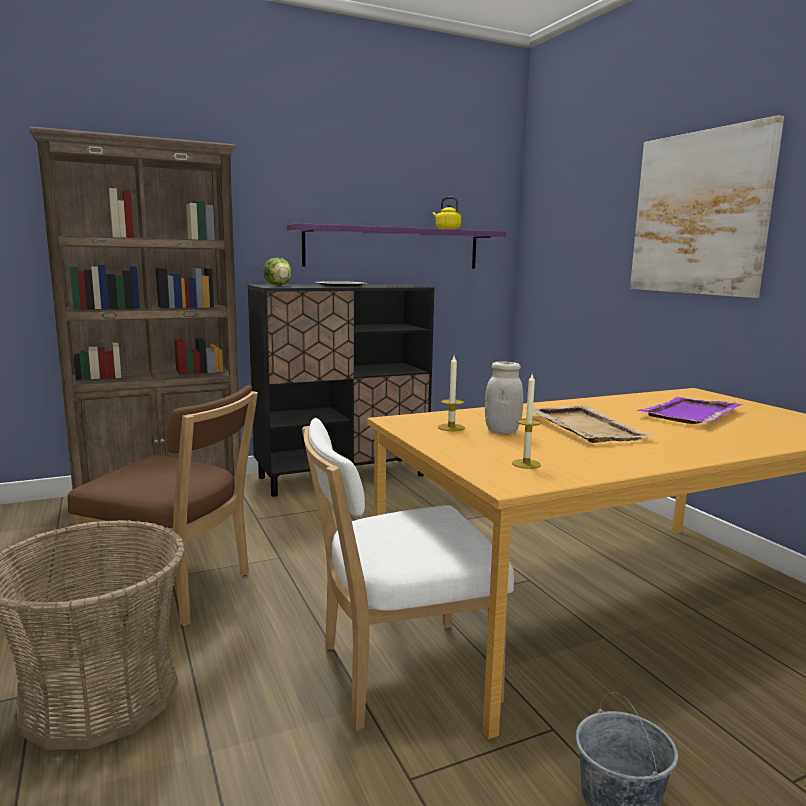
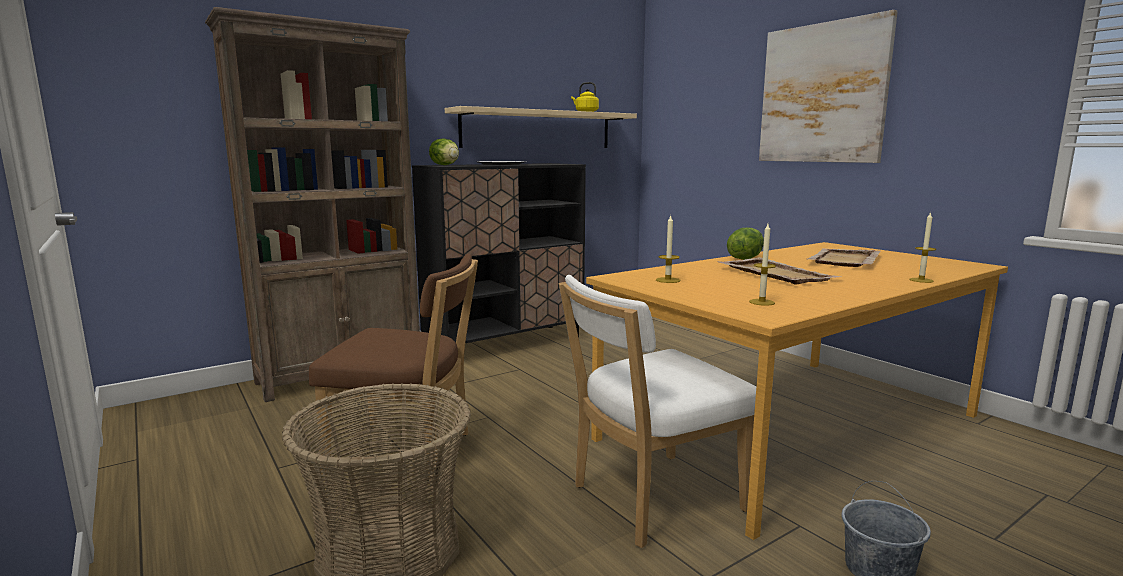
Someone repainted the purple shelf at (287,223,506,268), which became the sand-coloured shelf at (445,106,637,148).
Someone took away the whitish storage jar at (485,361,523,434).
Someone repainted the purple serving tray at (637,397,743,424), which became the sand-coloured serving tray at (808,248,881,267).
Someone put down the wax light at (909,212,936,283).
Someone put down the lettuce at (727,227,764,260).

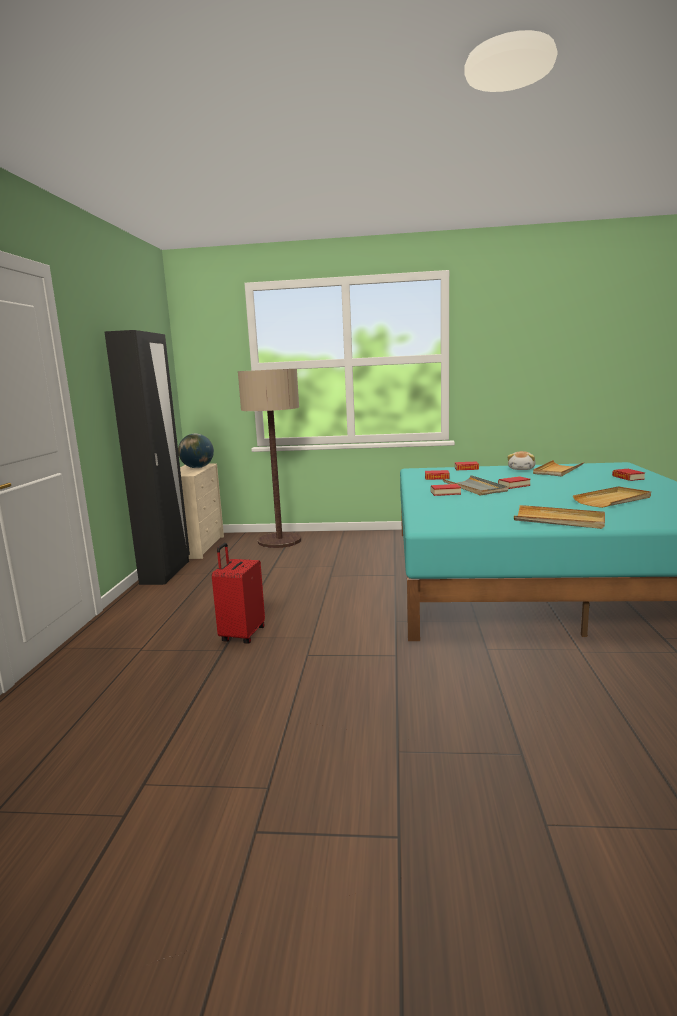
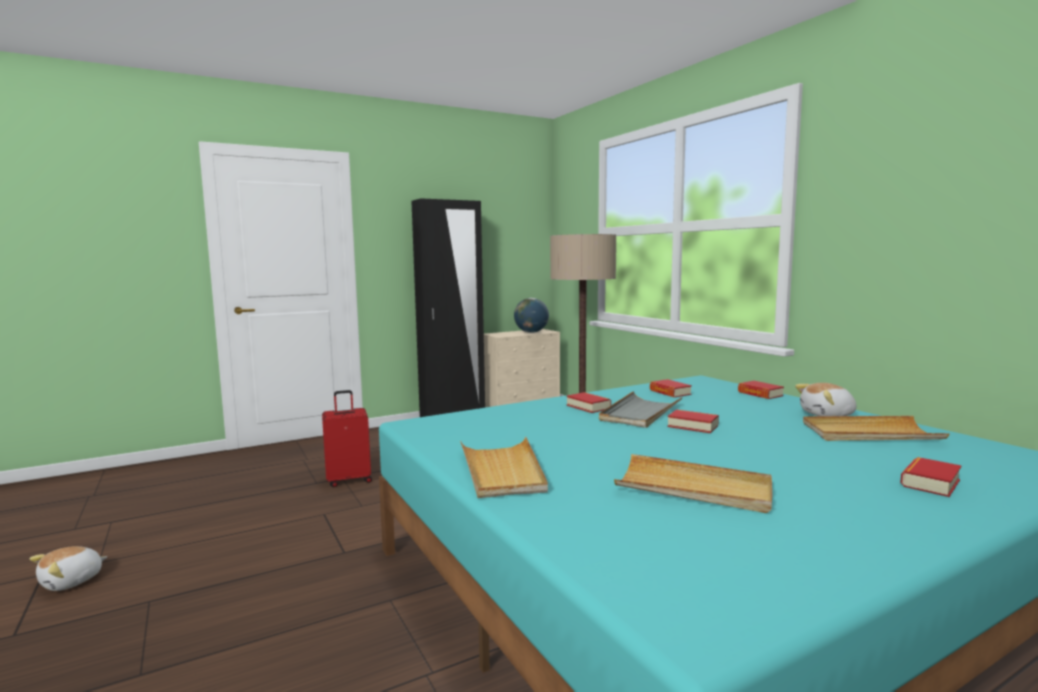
Someone put down the cuddly toy at (30,546,107,591).

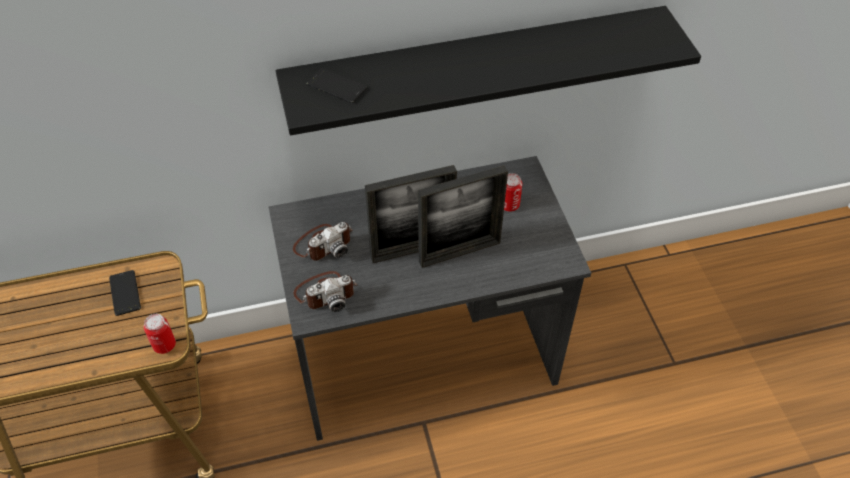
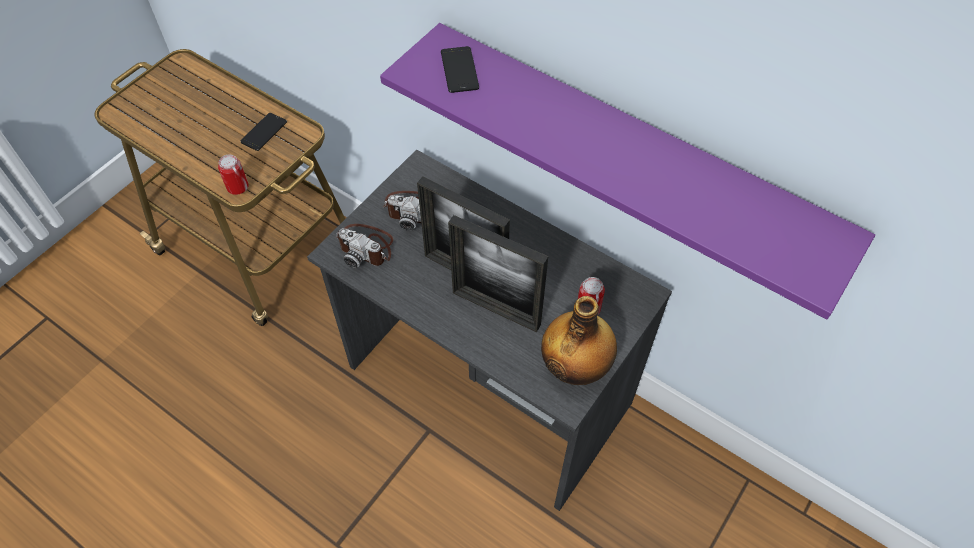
Someone repainted the black-coloured shelf at (276,6,701,135), which became the purple shelf at (380,23,875,319).
Someone put down the bottle at (541,296,617,385).

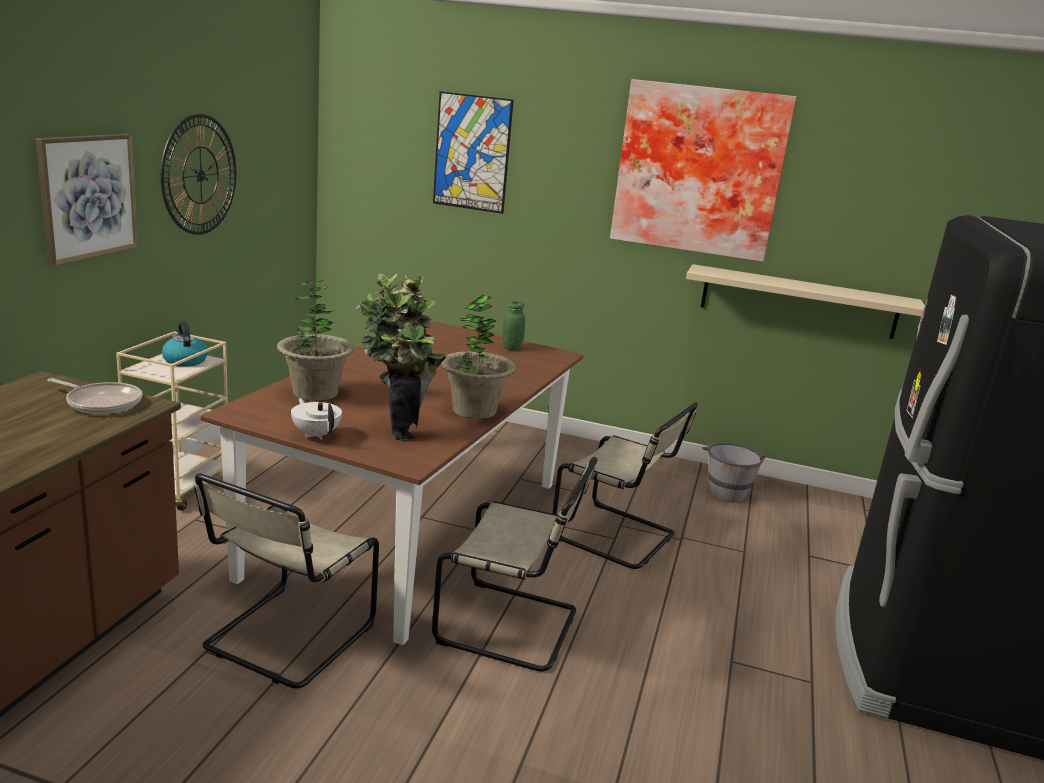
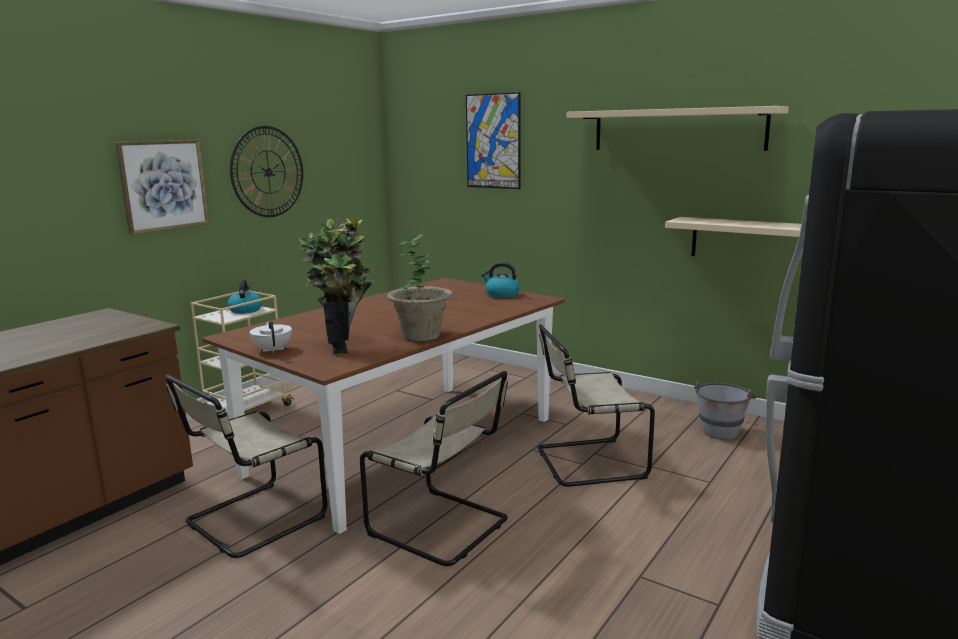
Someone swapped the wall picture at (610,79,796,262) for the sand-coloured shelf at (567,106,789,151).
Someone took away the plant in a pot at (277,280,355,401).
Someone swapped the green-coloured storage jar at (502,301,525,350) for the kettle at (481,262,520,298).
Someone took away the skillet at (47,378,142,414).
Someone rotated the sand-coloured plain chair at (552,402,698,569) by 120 degrees clockwise.

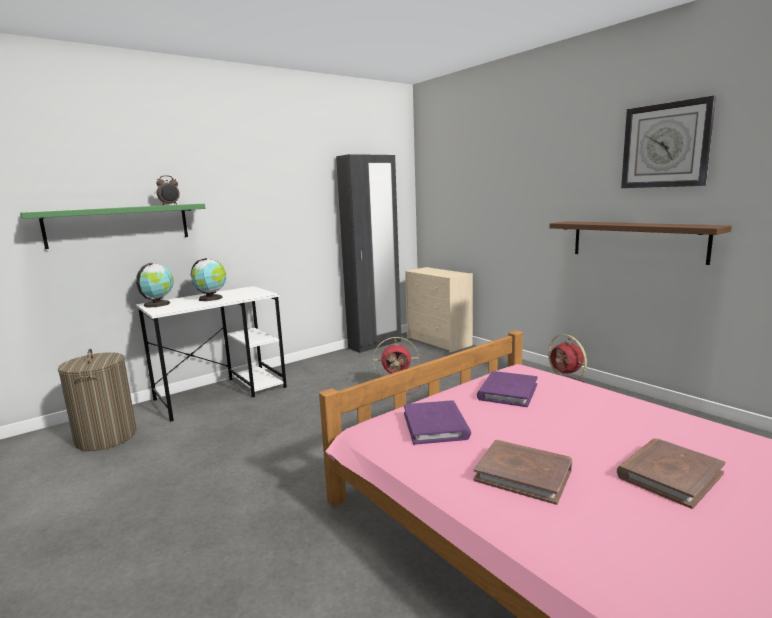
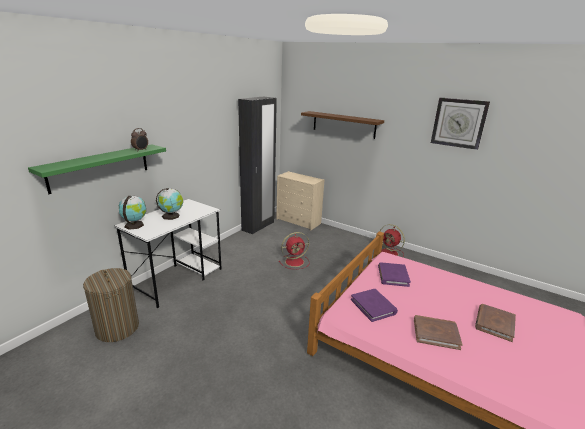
Someone carried the brown-coloured shelf from (549,221,732,265) to (301,111,384,139).

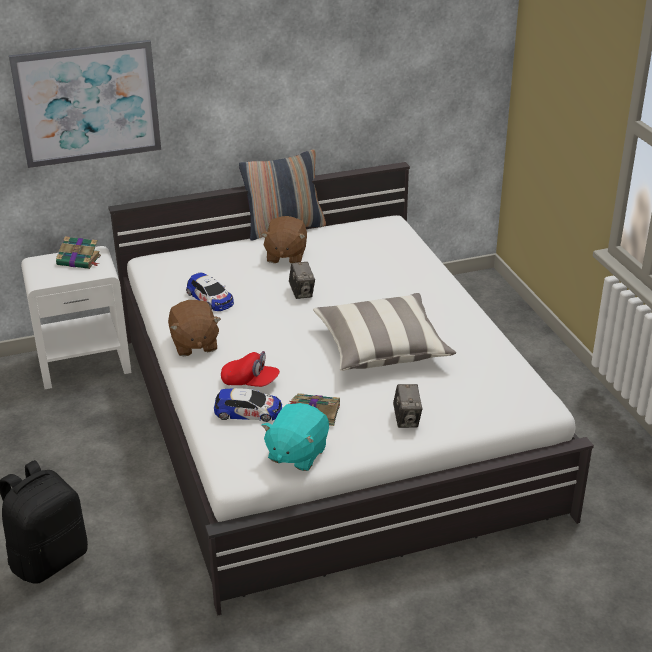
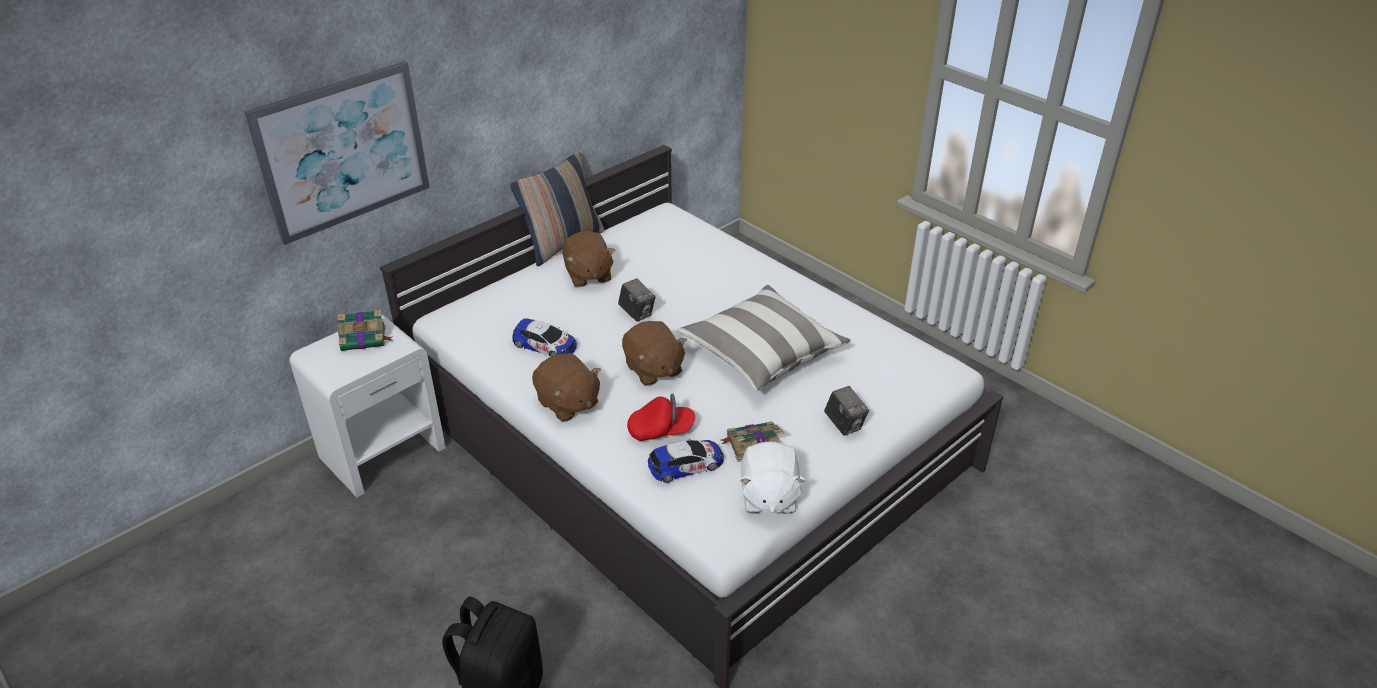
Someone repainted the turquoise cuddly toy at (261,403,329,471), which became the whitish cuddly toy at (740,441,806,514).
Someone put down the brown-coloured cuddly toy at (622,321,687,386).

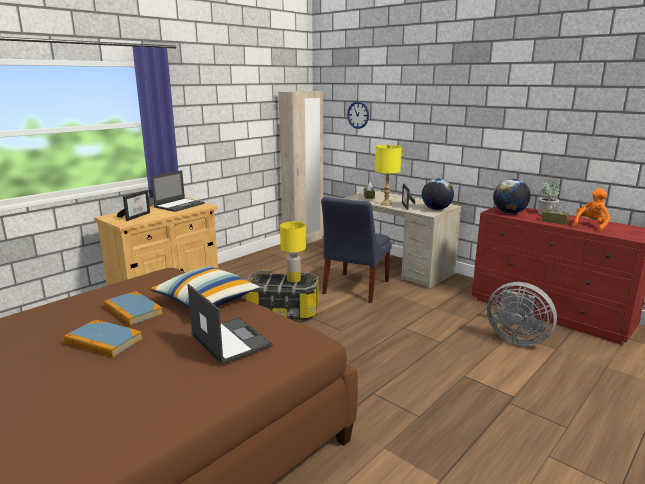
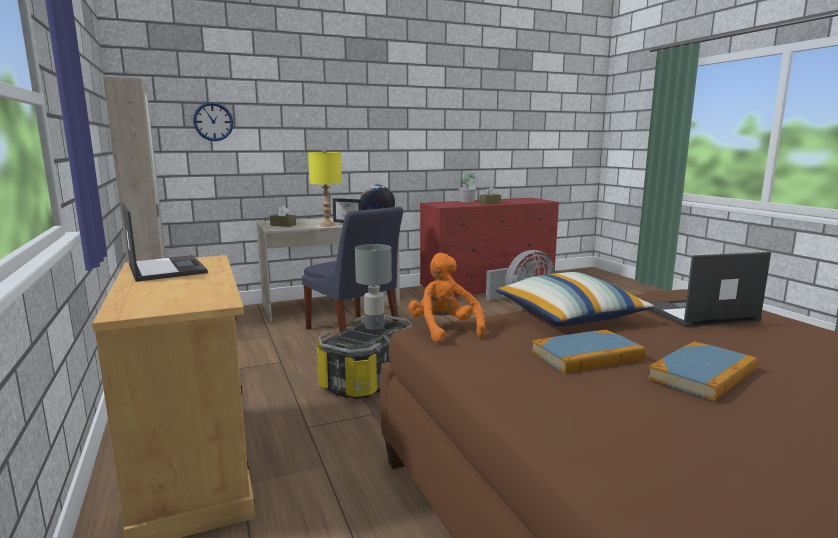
Someone took away the world globe at (493,179,531,214).
Someone carried the orange-coloured cuddly toy from (573,188,610,233) to (408,253,485,342).
Someone took away the photo frame at (117,190,150,221).
Someone repainted the yellow lamp for a table at (280,222,306,283), which became the greyish lamp for a table at (355,244,392,330).

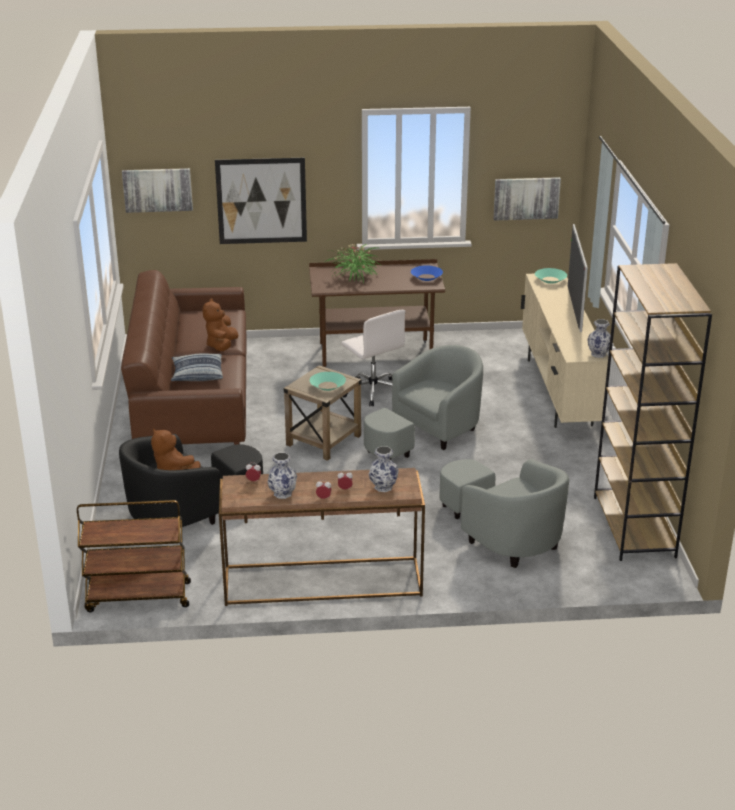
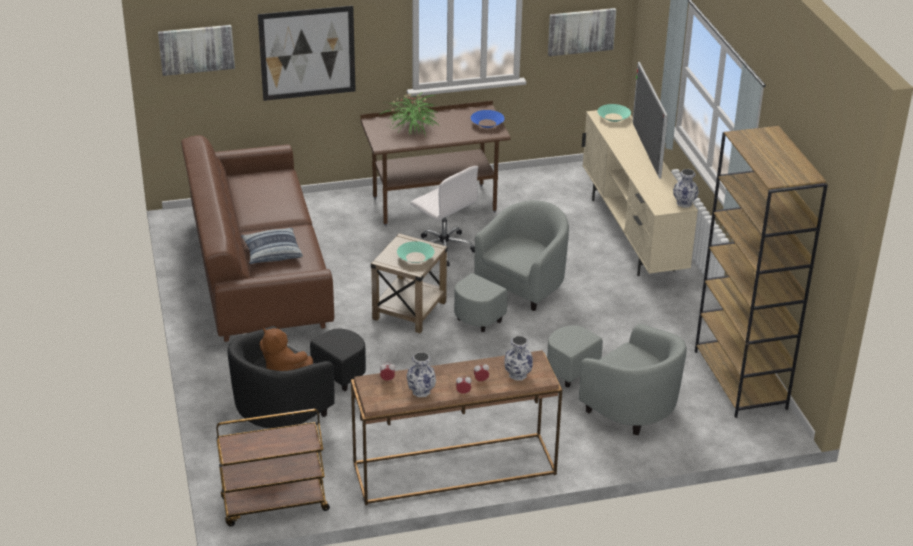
Someone took away the brown-coloured cuddly toy at (202,299,238,351).

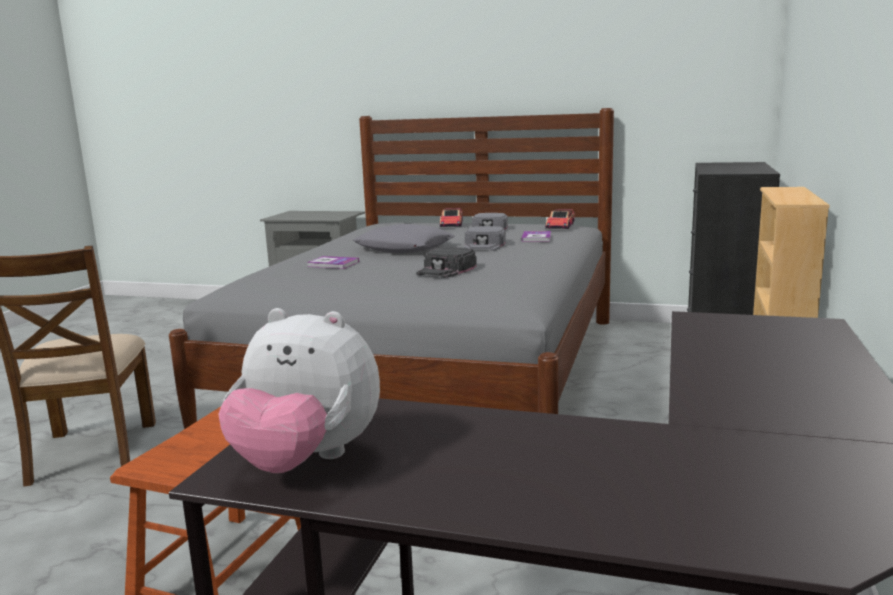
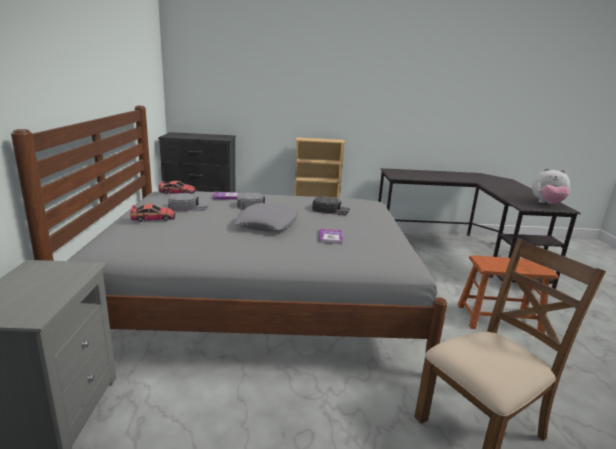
Someone rotated the cuddly toy at (219,308,380,473) by 105 degrees clockwise.

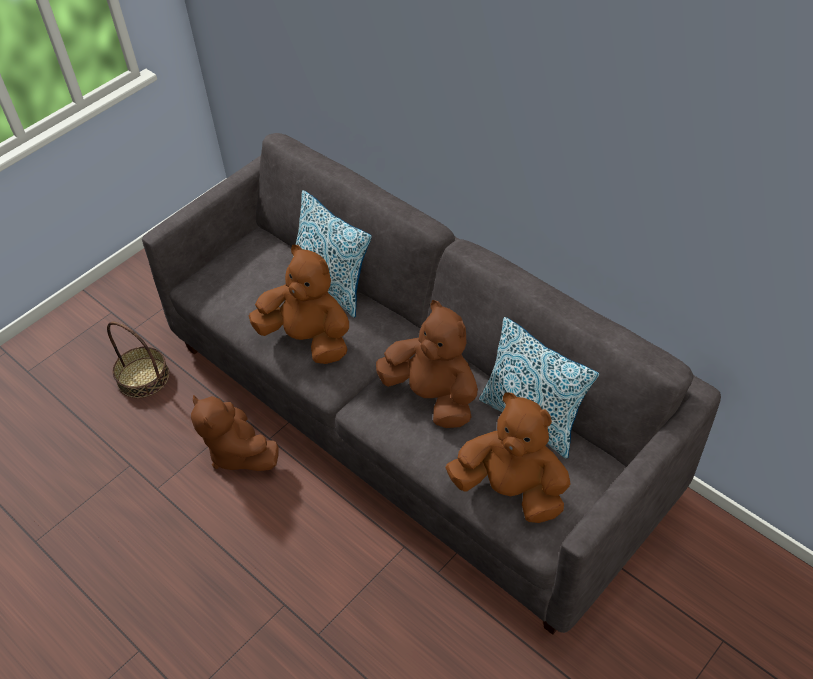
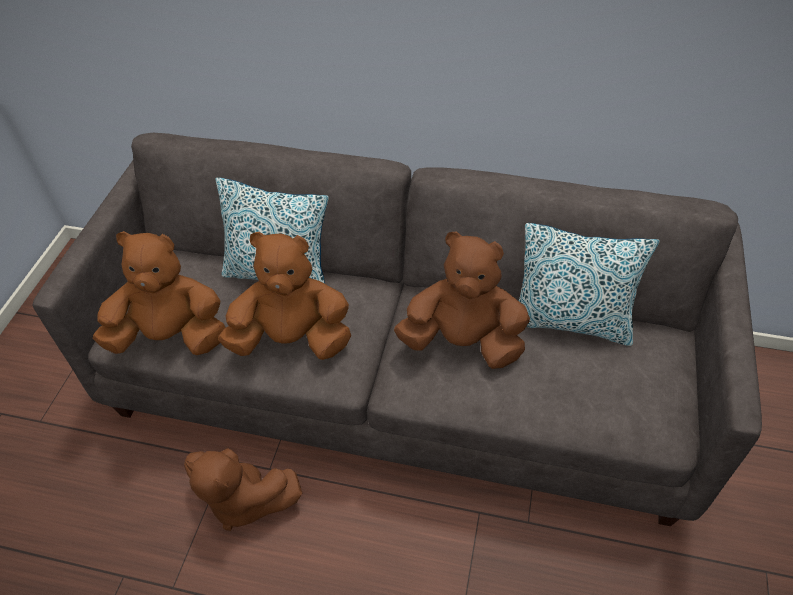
Someone took away the household basket at (107,322,169,398).
Someone carried the brown-coloured cuddly toy from (445,392,571,523) to (93,231,225,355).

